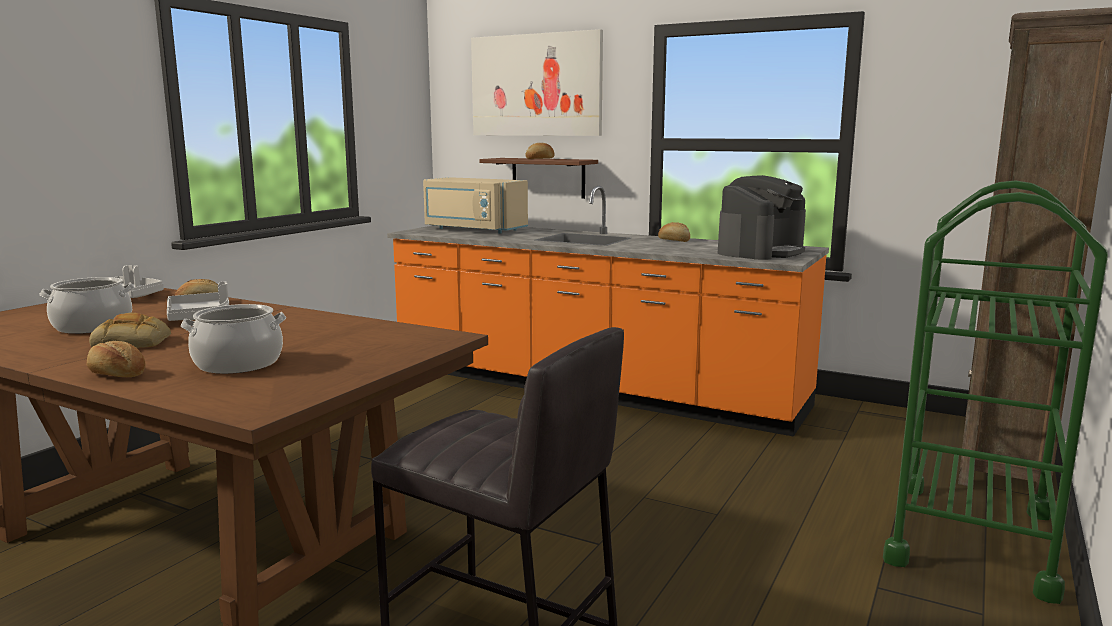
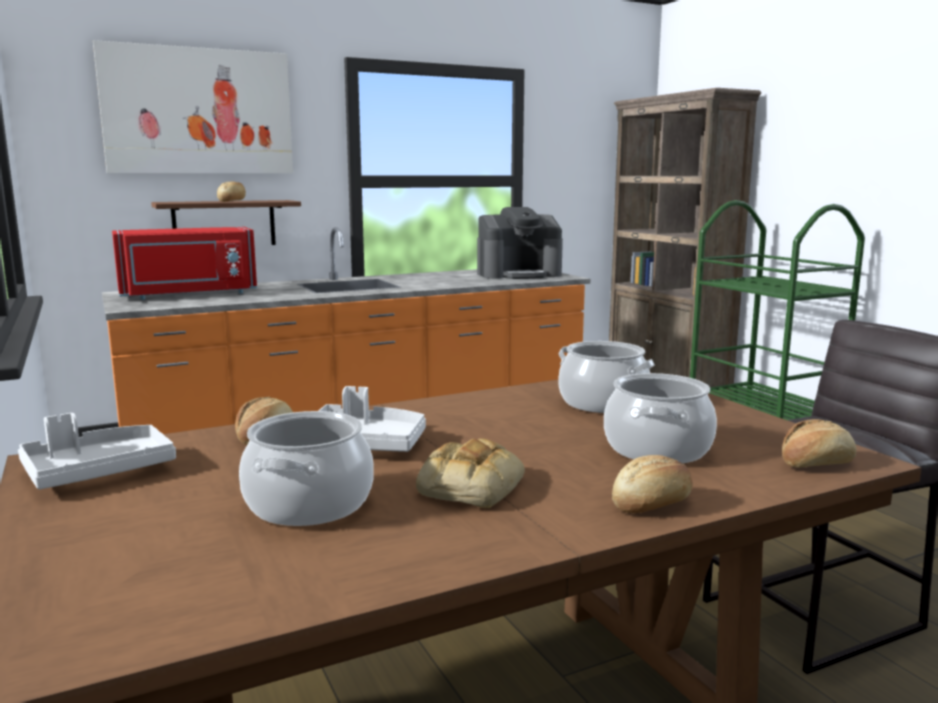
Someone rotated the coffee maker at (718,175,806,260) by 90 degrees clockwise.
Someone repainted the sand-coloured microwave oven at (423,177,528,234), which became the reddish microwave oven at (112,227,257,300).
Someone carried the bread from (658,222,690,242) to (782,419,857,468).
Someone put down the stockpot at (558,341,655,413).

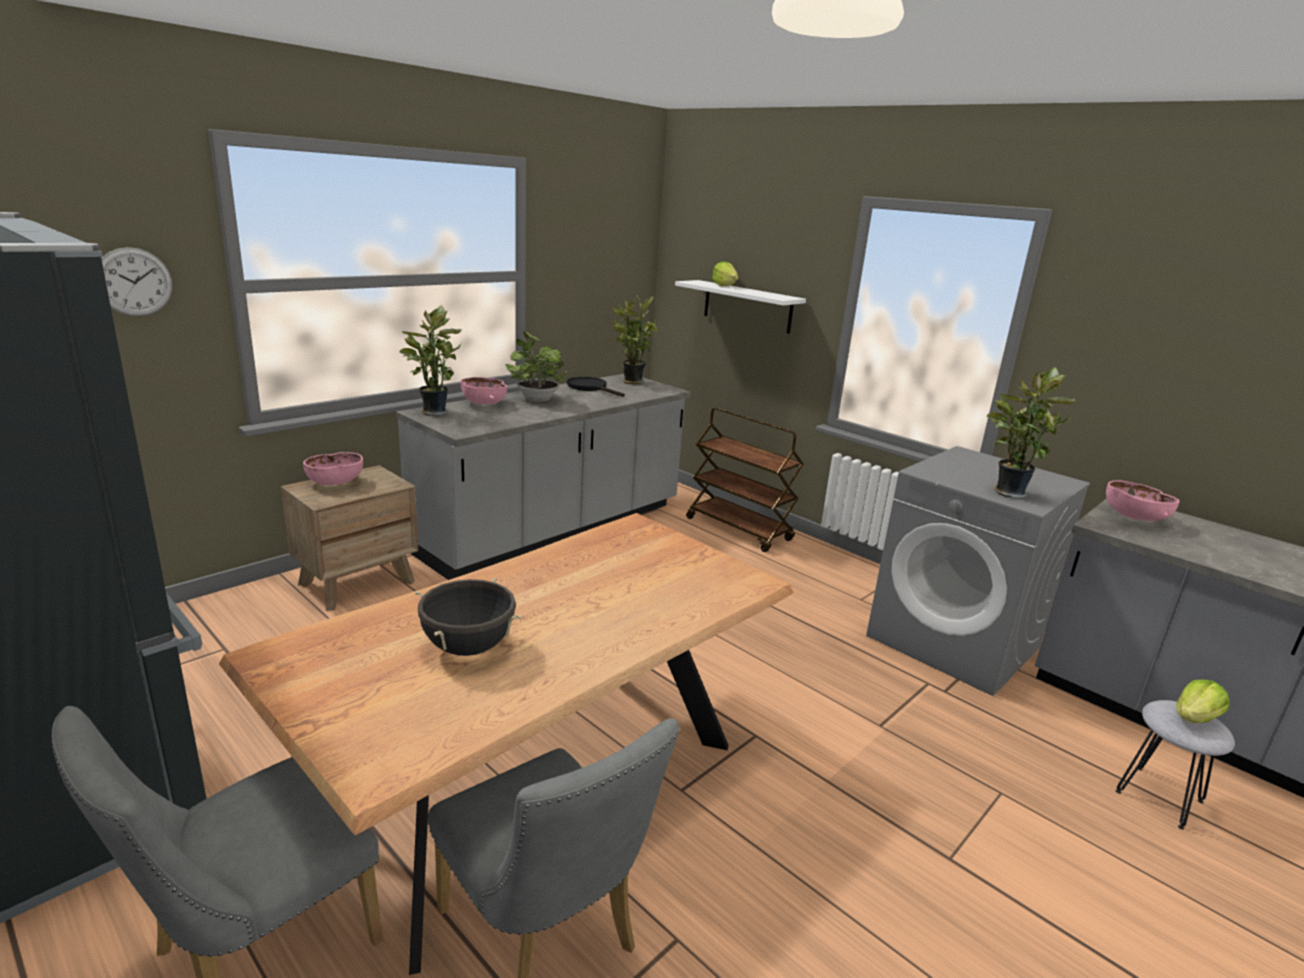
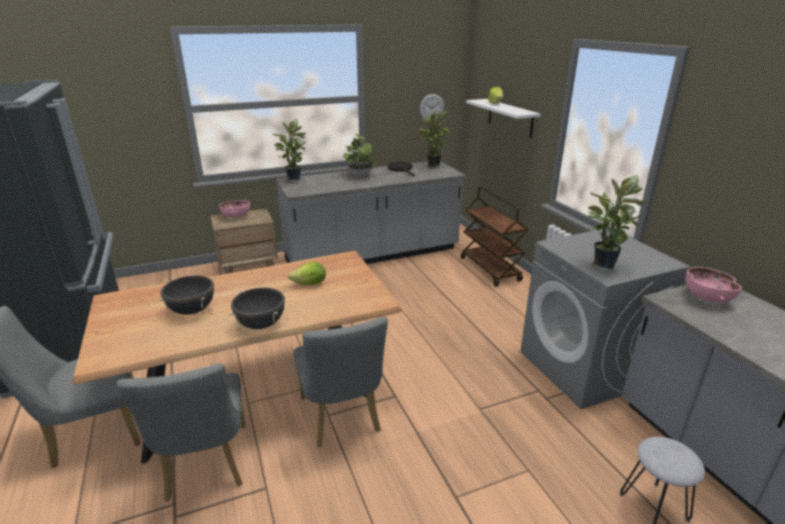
Someone carried the hanging clock from (101,247,172,316) to (420,94,444,121).
Someone took away the pinkish serving bowl at (461,377,507,405).
Someone carried the lettuce from (1176,679,1230,723) to (288,262,326,285).
Someone put down the black-coloured stockpot at (229,287,285,329).
Someone put down the greyish plain chair at (293,317,388,447).

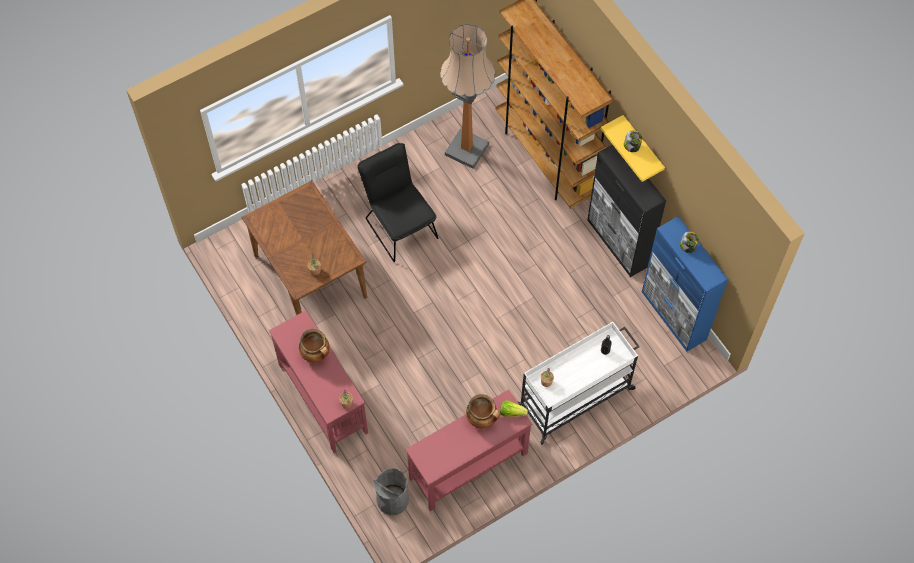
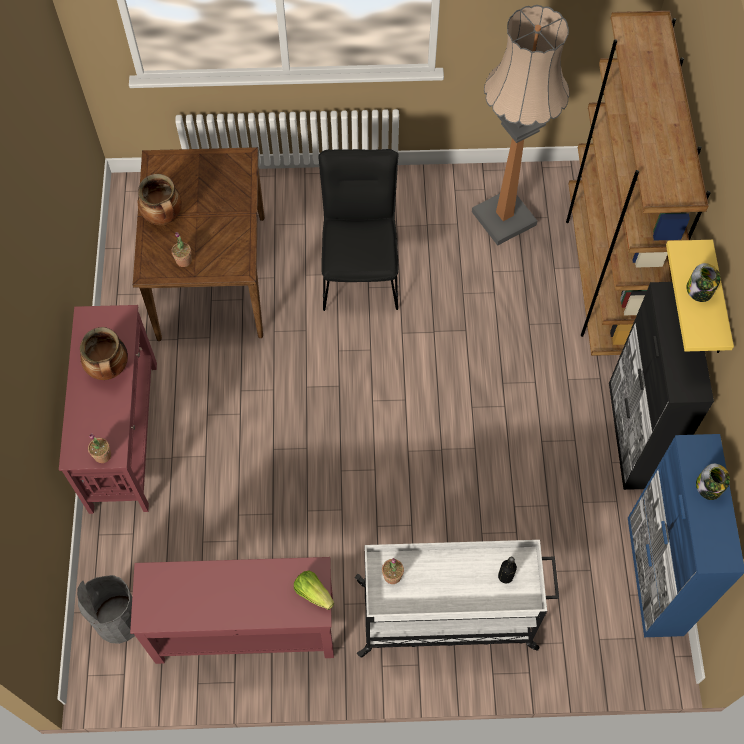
Someone carried the stockpot from (466,394,500,429) to (138,174,182,225).

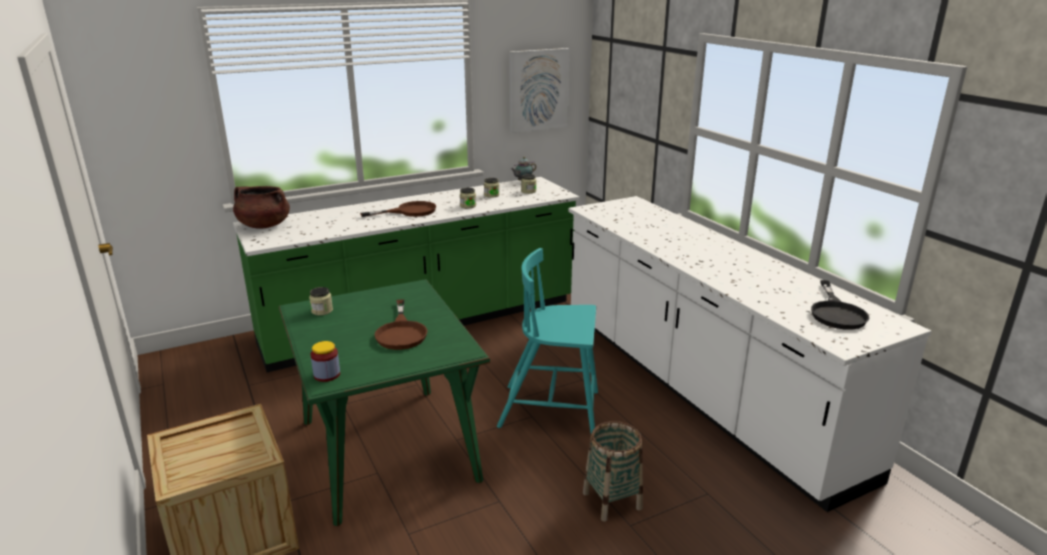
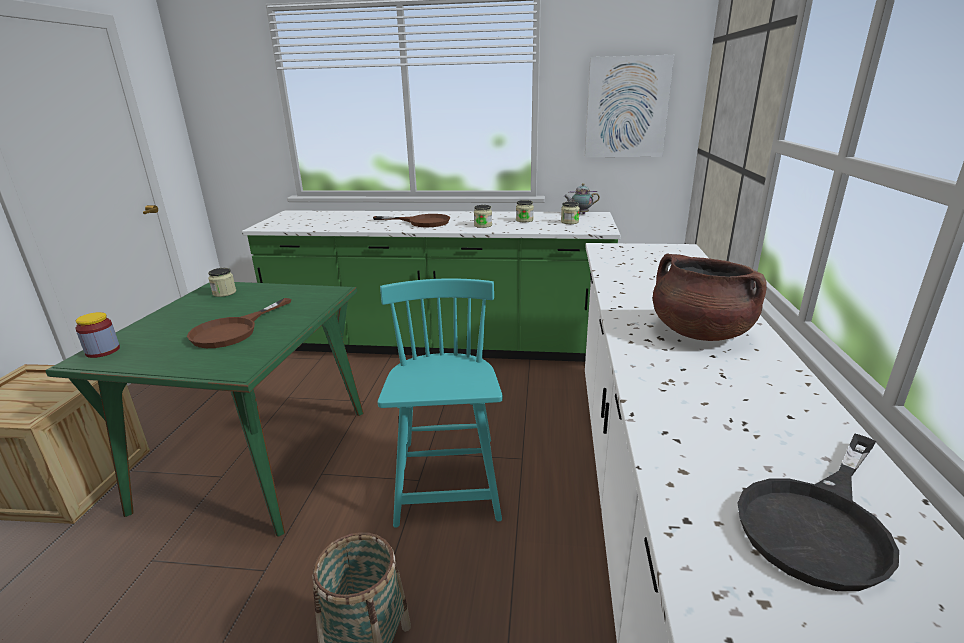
Someone carried the brown-coloured stockpot from (233,186,290,229) to (653,253,767,341).
Someone rotated the turquoise plain chair at (497,248,598,433) by 45 degrees clockwise.

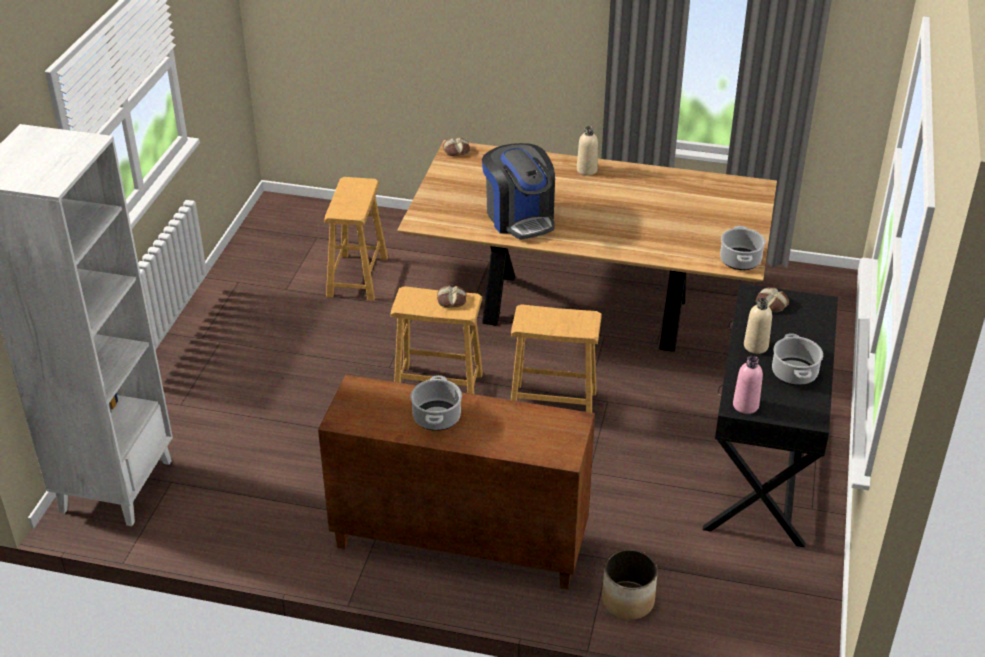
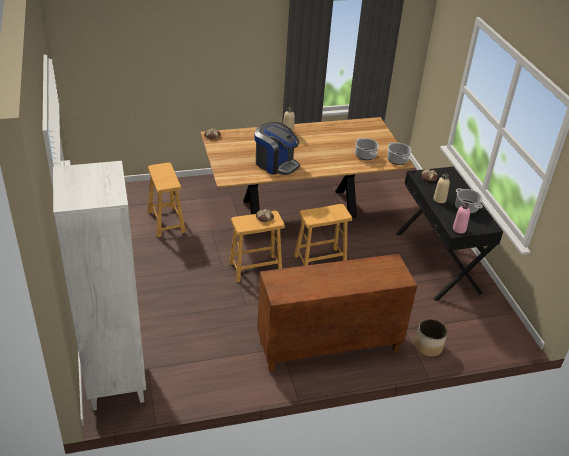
Someone carried the stockpot from (411,375,462,431) to (355,138,379,160).

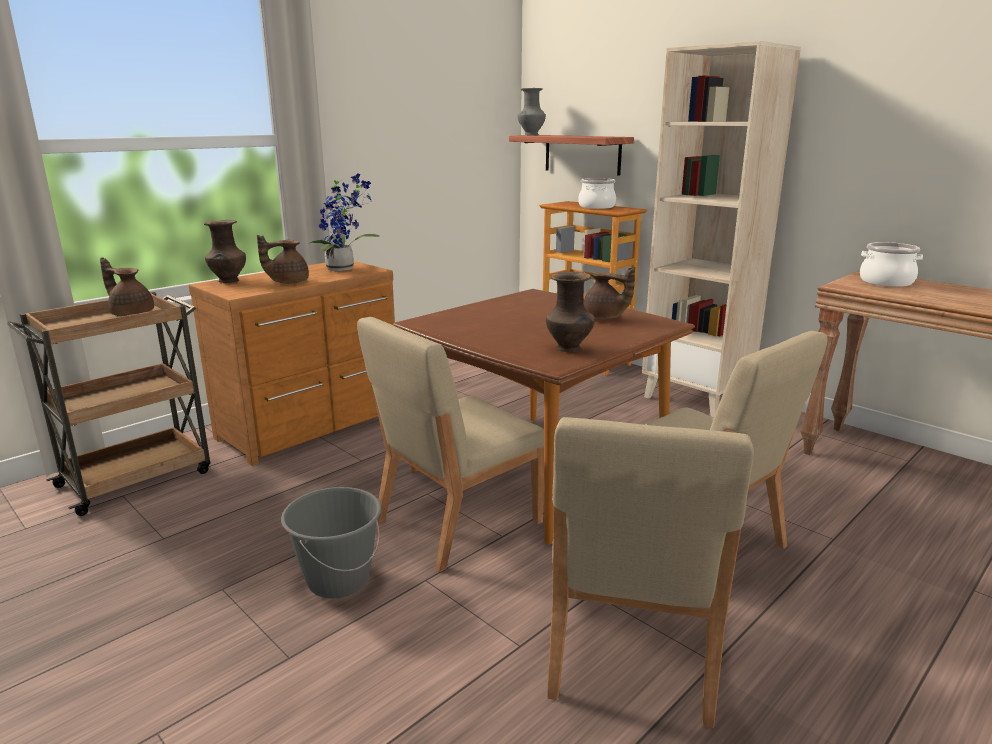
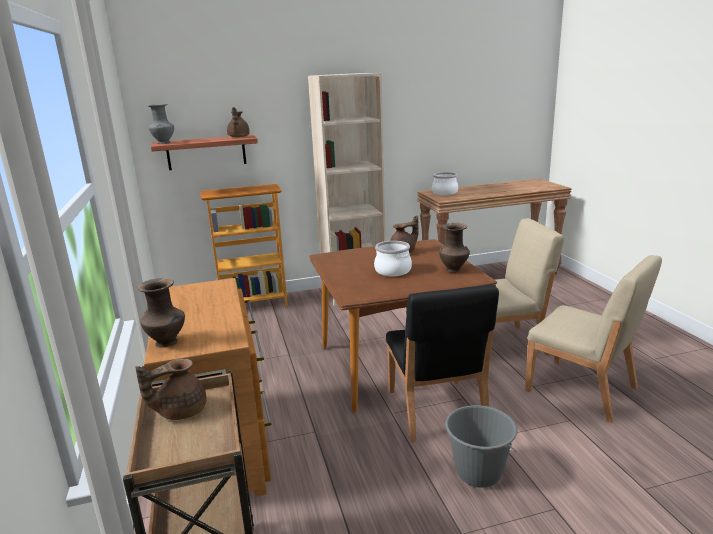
Someone took away the plant in a pot at (310,173,379,271).
Someone carried the stockpot from (578,178,616,209) to (374,241,412,276).
Someone carried the brown-coloured tea pot from (257,235,309,284) to (227,107,250,137).
Someone repainted the sand-coloured plain chair at (357,317,544,572), which became the black-coloured plain chair at (386,285,499,442).

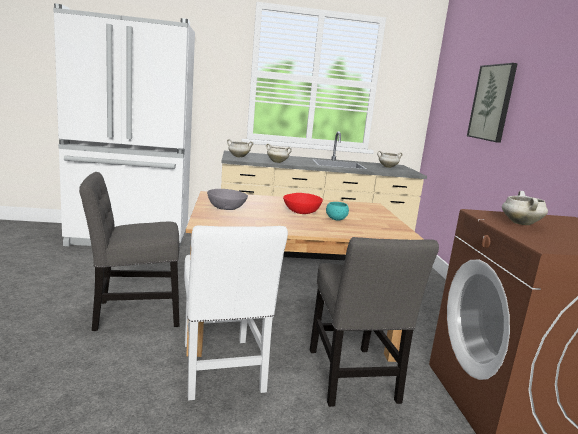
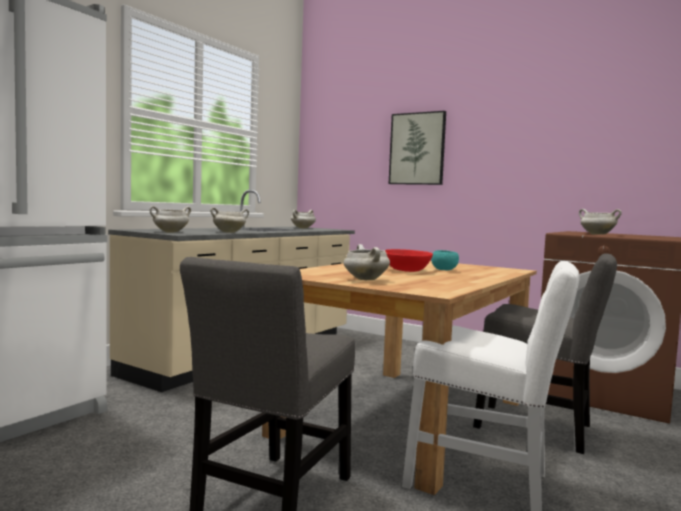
Someone swapped the greyish serving bowl at (207,189,248,210) for the whitish stockpot at (344,244,390,280).

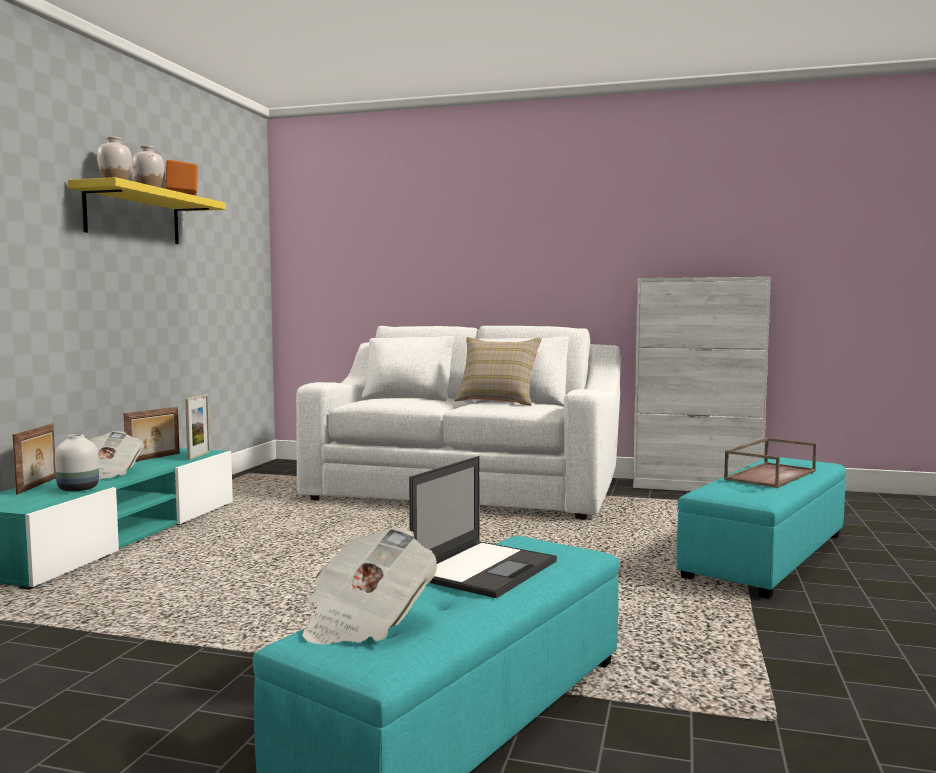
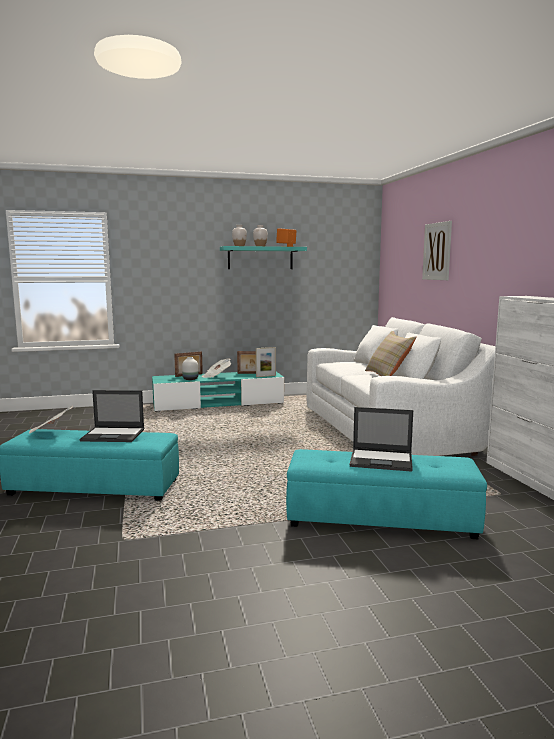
Someone repainted the yellow shelf at (68,177,226,244), which became the turquoise shelf at (220,246,307,269).
Someone swapped the brown-coloured serving tray at (724,438,817,488) for the laptop at (349,407,413,472).
Someone put up the wall picture at (422,221,452,280).

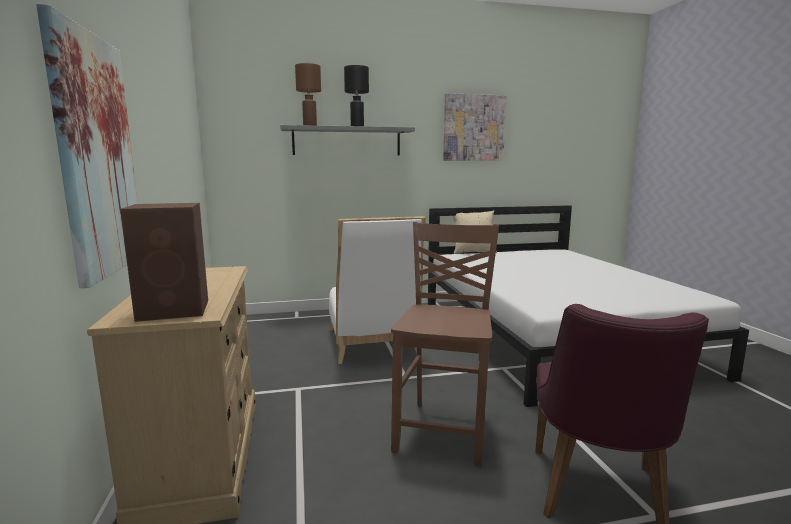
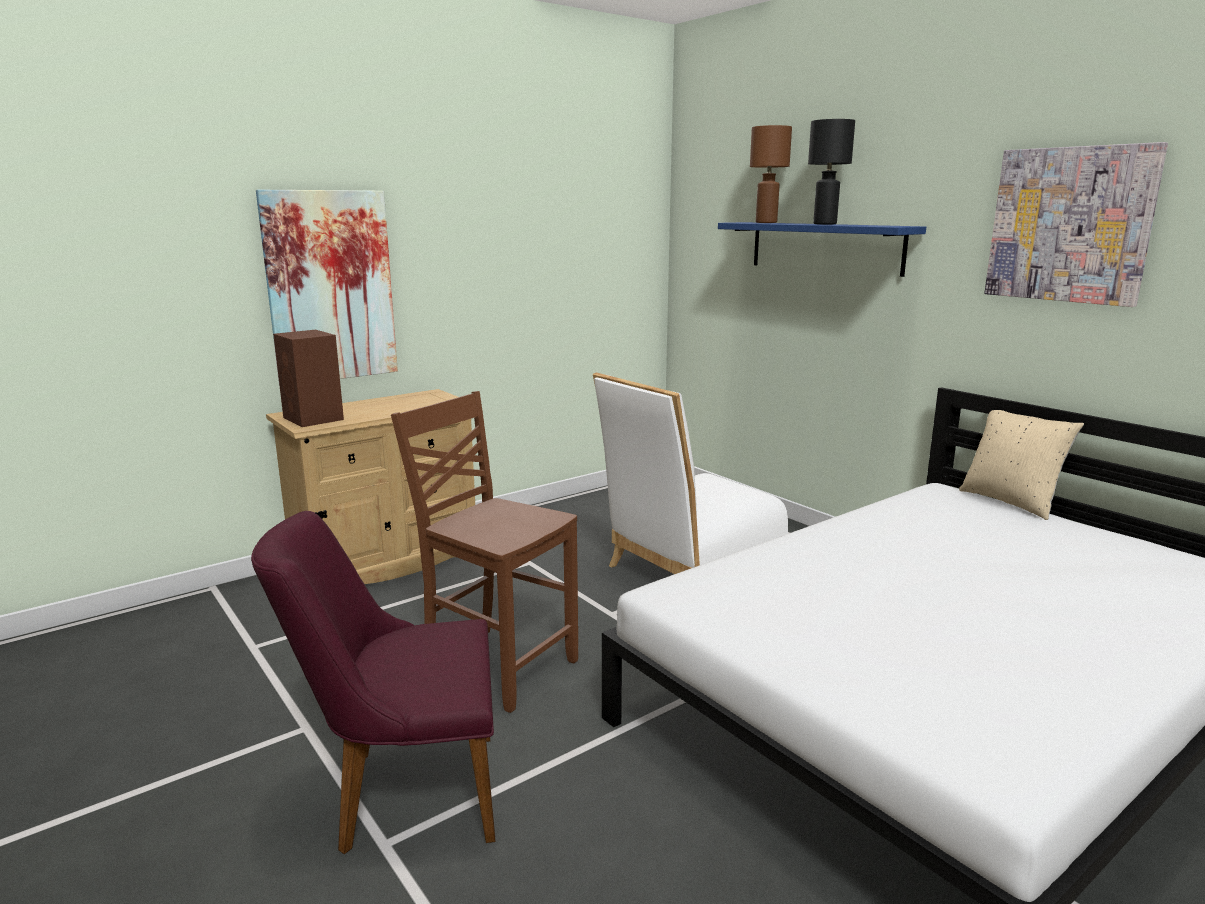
Someone repainted the greyish shelf at (280,125,415,155), which became the blue-coloured shelf at (718,222,926,277).
Someone rotated the brown-coloured plain chair at (391,222,499,466) by 135 degrees counterclockwise.

